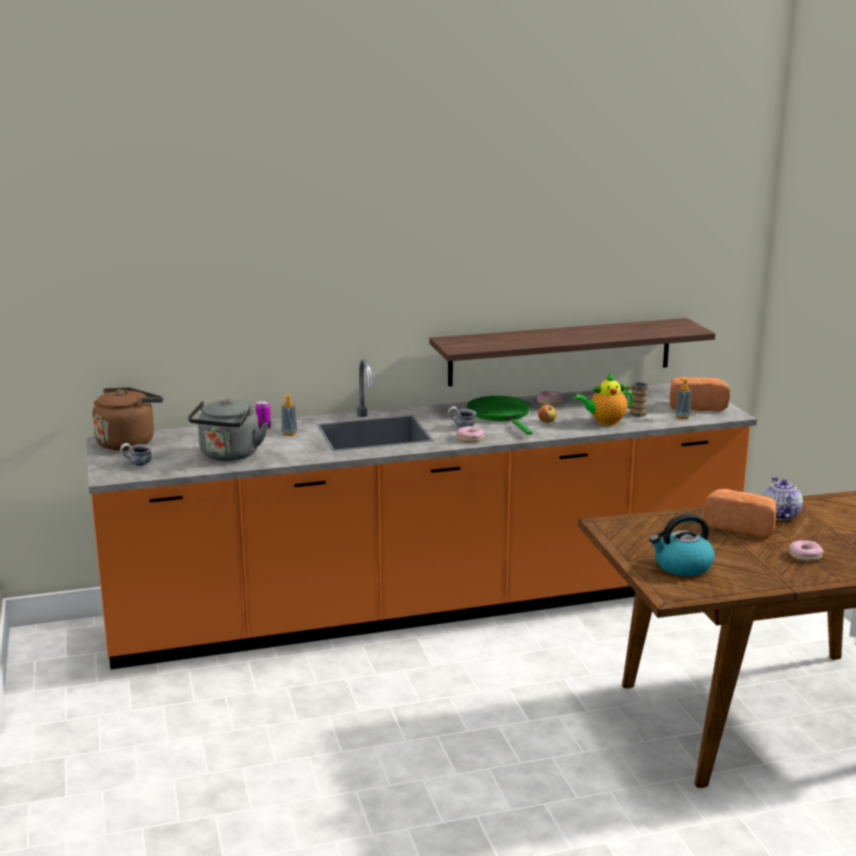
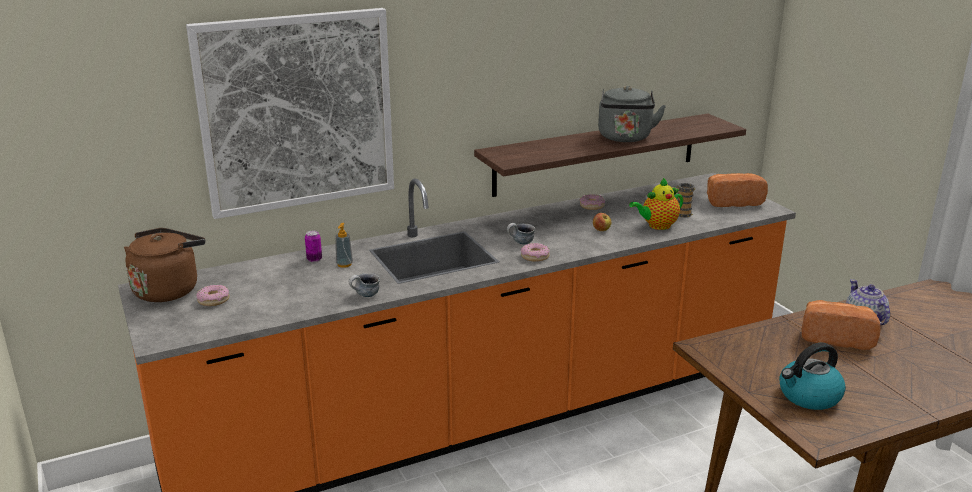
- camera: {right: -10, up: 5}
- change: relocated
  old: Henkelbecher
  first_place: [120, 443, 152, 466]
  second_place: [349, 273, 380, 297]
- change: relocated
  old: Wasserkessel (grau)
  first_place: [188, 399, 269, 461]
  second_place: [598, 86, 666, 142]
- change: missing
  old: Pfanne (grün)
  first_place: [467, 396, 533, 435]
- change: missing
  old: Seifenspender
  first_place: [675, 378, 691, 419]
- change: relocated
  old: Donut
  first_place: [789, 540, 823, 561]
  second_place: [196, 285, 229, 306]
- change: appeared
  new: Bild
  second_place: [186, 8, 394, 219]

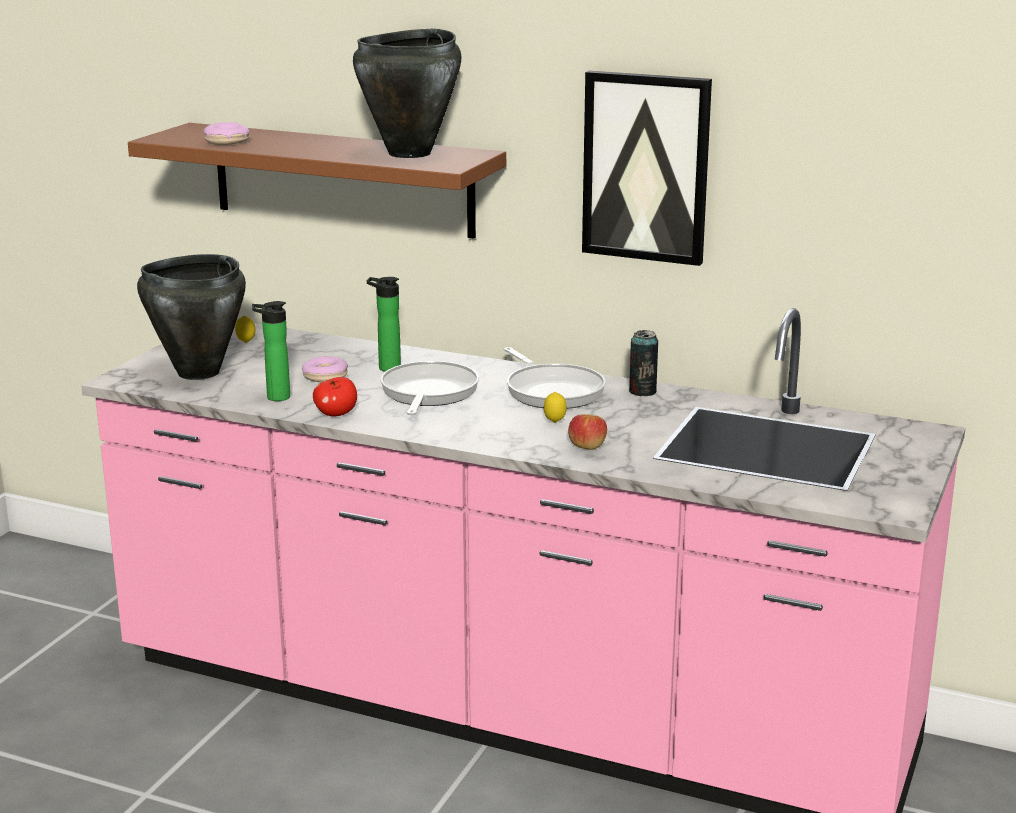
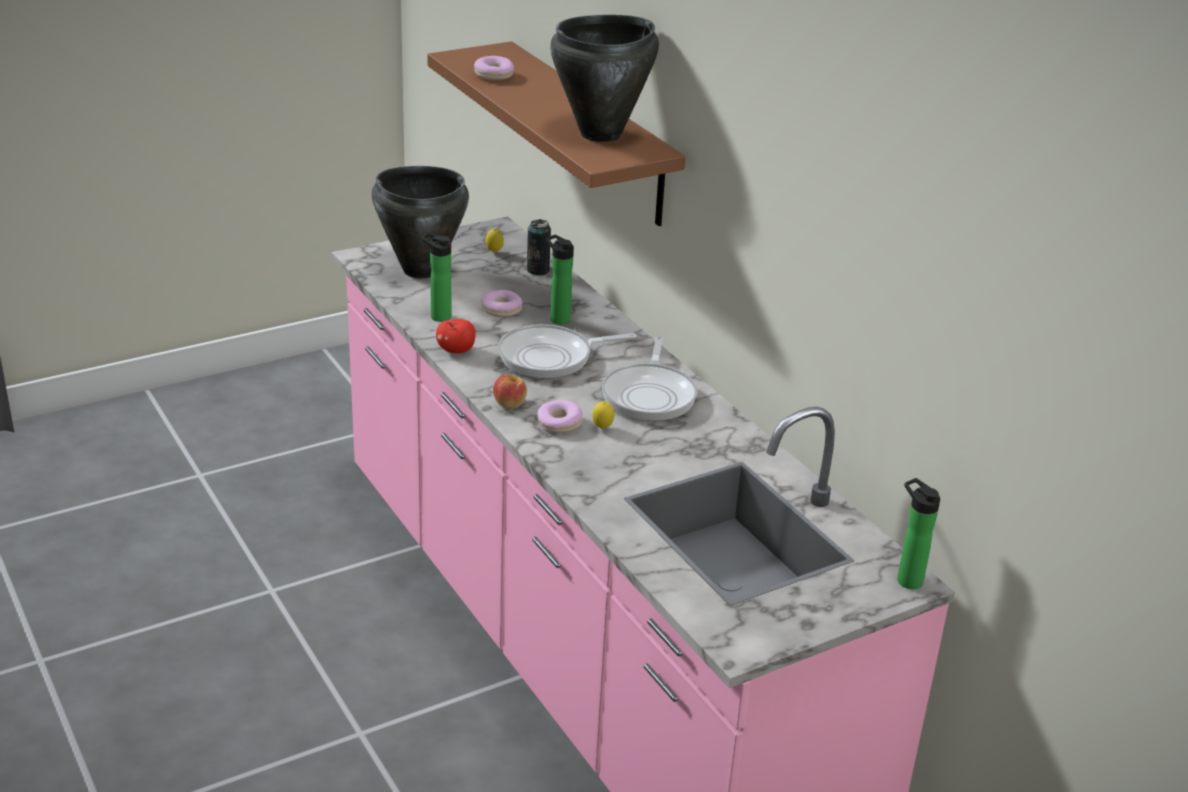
- camera: {right: 35, up: 10}
- change: spun
  old: Pfanne
  first_place: [381, 361, 479, 415]
  second_place: [498, 324, 637, 379]
  degrees: -150
- change: relocated
  old: Apfel
  first_place: [568, 414, 607, 450]
  second_place: [493, 375, 527, 409]
- change: missing
  old: Bild
  first_place: [582, 71, 712, 266]
- change: relocated
  old: Dose
  first_place: [629, 330, 658, 396]
  second_place: [527, 219, 551, 275]
- change: appeared
  new: Donut
  second_place: [537, 400, 583, 433]
- change: appeared
  new: Flasche
  second_place: [897, 478, 940, 589]

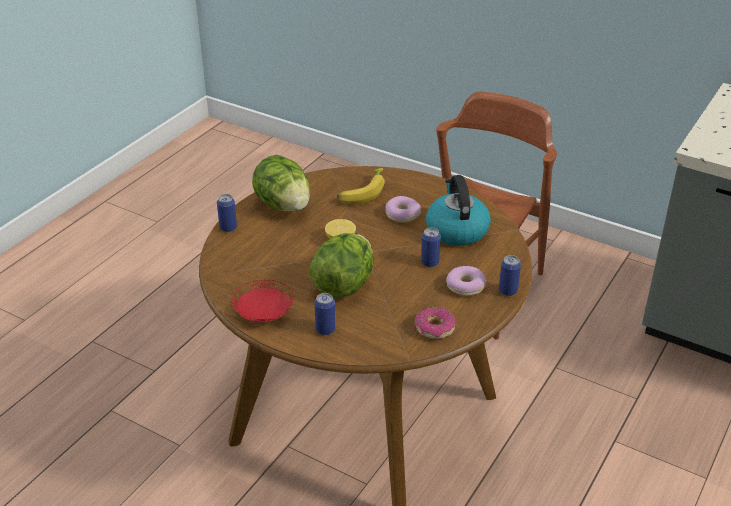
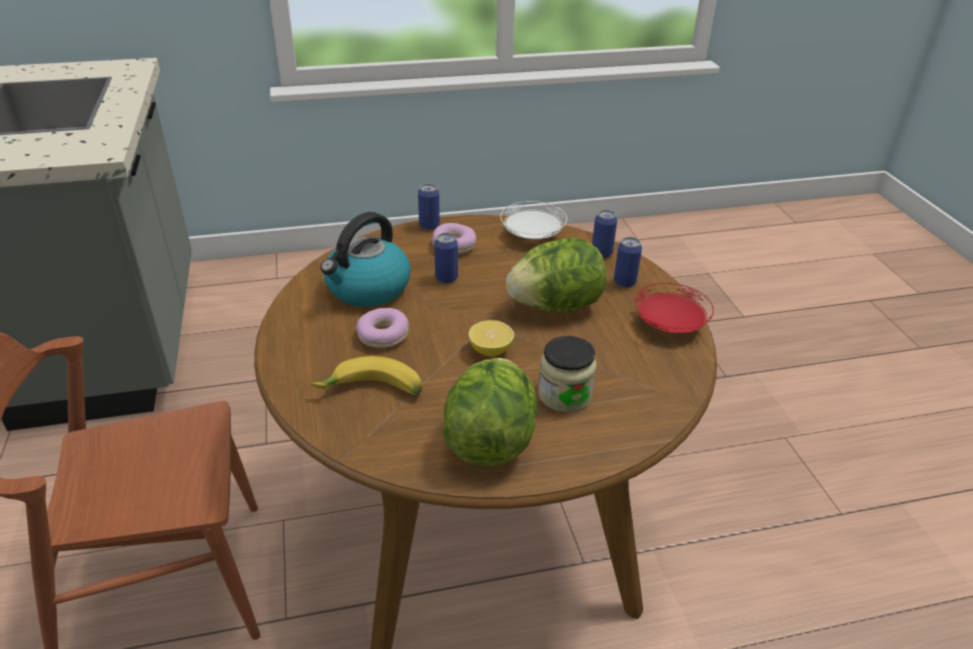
- camera: {right: -135, up: 0}
- change: relocated
  old: Dose
  first_place: [217, 194, 237, 232]
  second_place: [592, 210, 617, 258]
- change: exchanged
  old: Donut
  new: Teller (weiß)
  first_place: [414, 307, 455, 339]
  second_place: [500, 201, 567, 239]
- change: appeared
  new: Vorratsglas
  second_place: [538, 336, 597, 412]

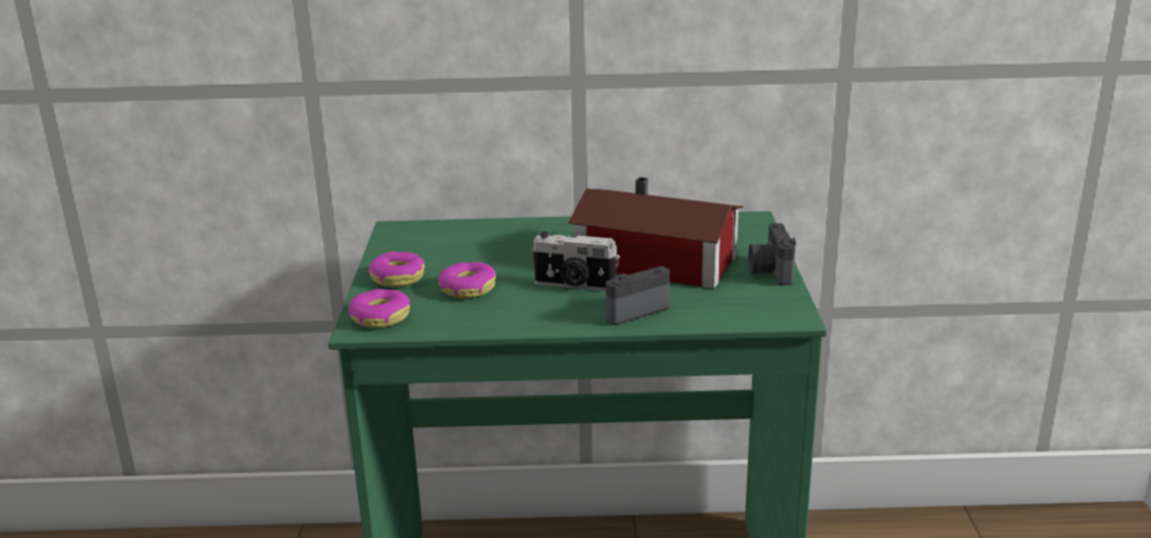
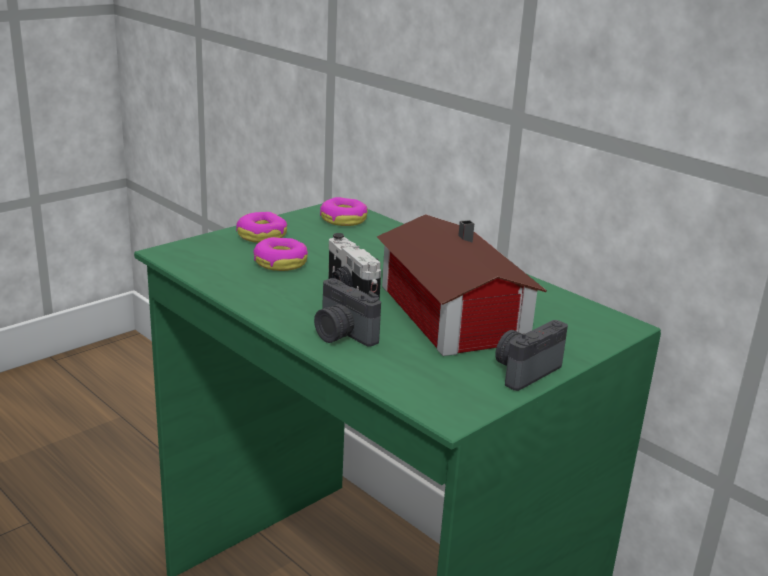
- camera: {right: 45, up: 0}
- change: relocated
  old: Donut
  first_place: [349, 289, 410, 328]
  second_place: [320, 197, 368, 226]
- change: spun
  old: Kamera
  first_place: [606, 266, 670, 325]
  second_place: [314, 278, 381, 347]
  degrees: -150

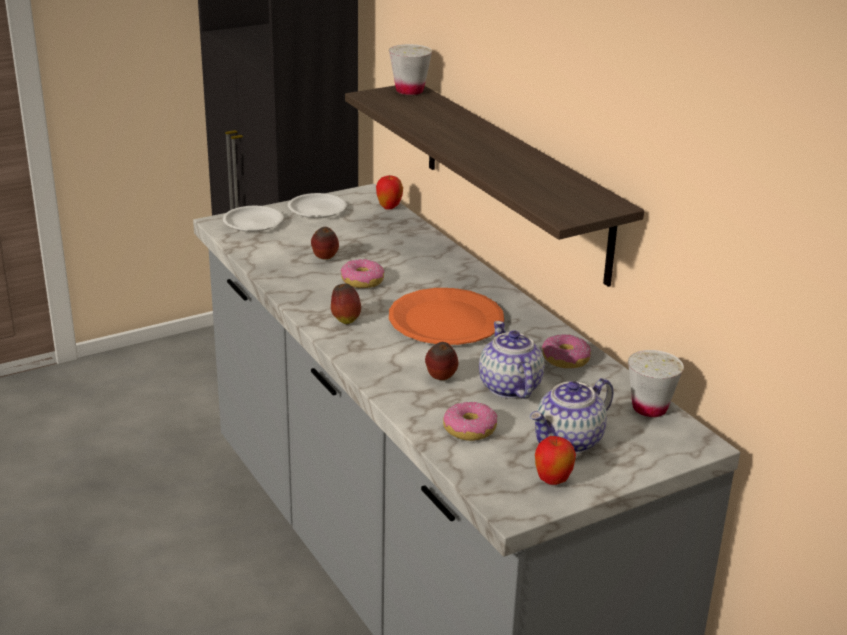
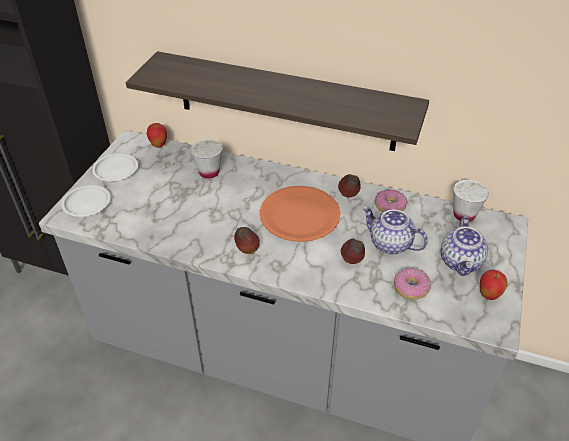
- camera: {right: -40, up: 15}
- change: relocated
  old: Apfel
  first_place: [311, 227, 339, 260]
  second_place: [338, 174, 361, 197]
- change: missing
  old: Donut
  first_place: [340, 259, 384, 288]
- change: relocated
  old: Tasse (weiß)
  first_place: [389, 44, 432, 95]
  second_place: [191, 139, 223, 179]

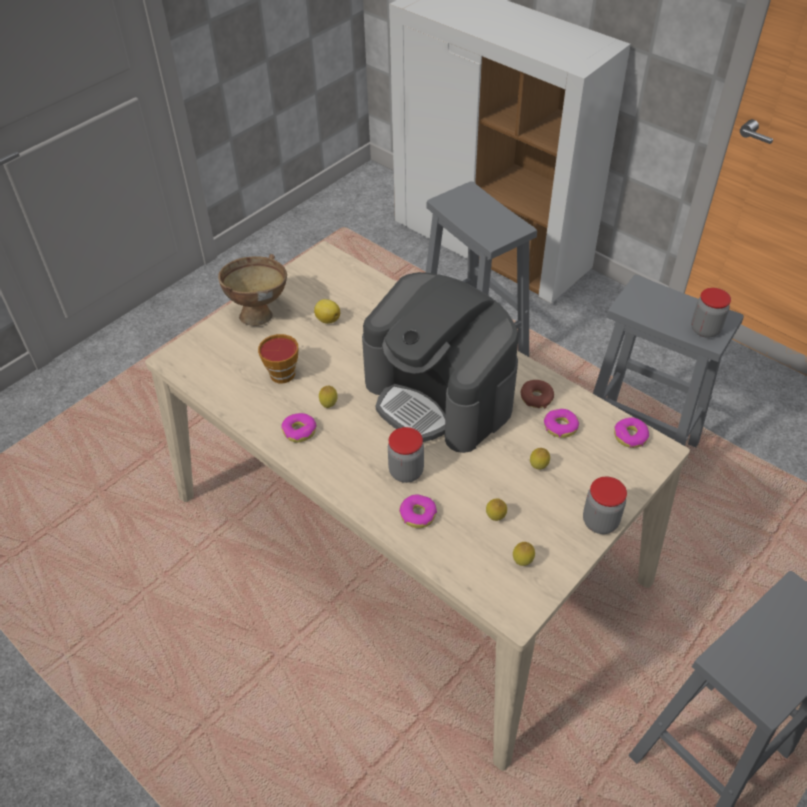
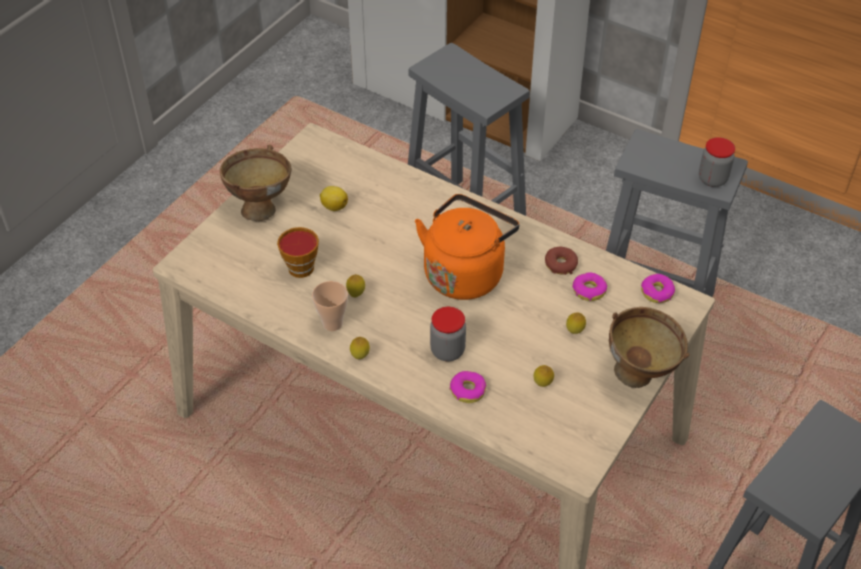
- camera: {right: -10, up: 0}
- change: exchanged
  old: Donut
  new: Tasse
  first_place: [281, 413, 317, 442]
  second_place: [312, 281, 348, 331]
- change: exchanged
  old: Kaffeemaschine
  new: Wasserkessel (orange)
  first_place: [362, 272, 519, 453]
  second_place: [415, 194, 519, 300]
- change: relocated
  old: Zitrone
  first_place: [513, 542, 535, 566]
  second_place: [350, 337, 370, 359]
- change: exchanged
  old: Vorratsglas
  new: Schüssel (braun)
  first_place: [583, 477, 627, 534]
  second_place: [609, 307, 689, 388]

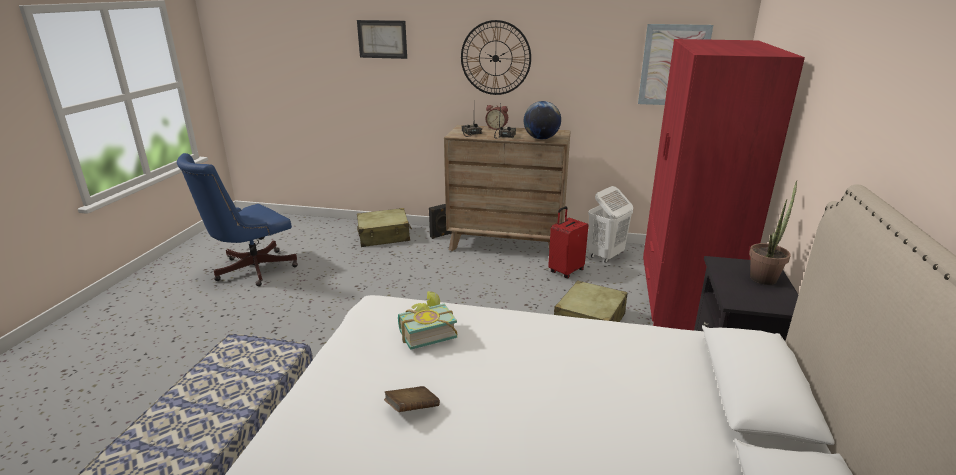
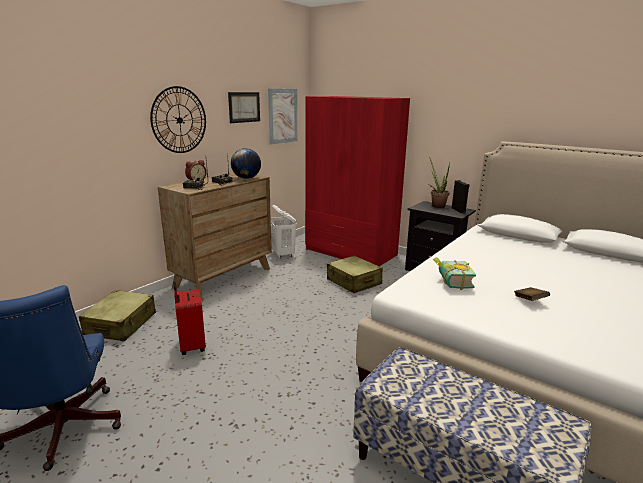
- camera: {right: -65, up: -5}
- change: relocated
  old: Bild
  first_place: [357, 20, 407, 59]
  second_place: [228, 92, 260, 123]
- change: relocated
  old: Lautsprecher (schwarz)
  first_place: [429, 204, 452, 239]
  second_place: [452, 180, 470, 213]
- change: relocated
  old: Koffer (rot)
  first_place: [548, 206, 588, 279]
  second_place: [174, 282, 206, 355]

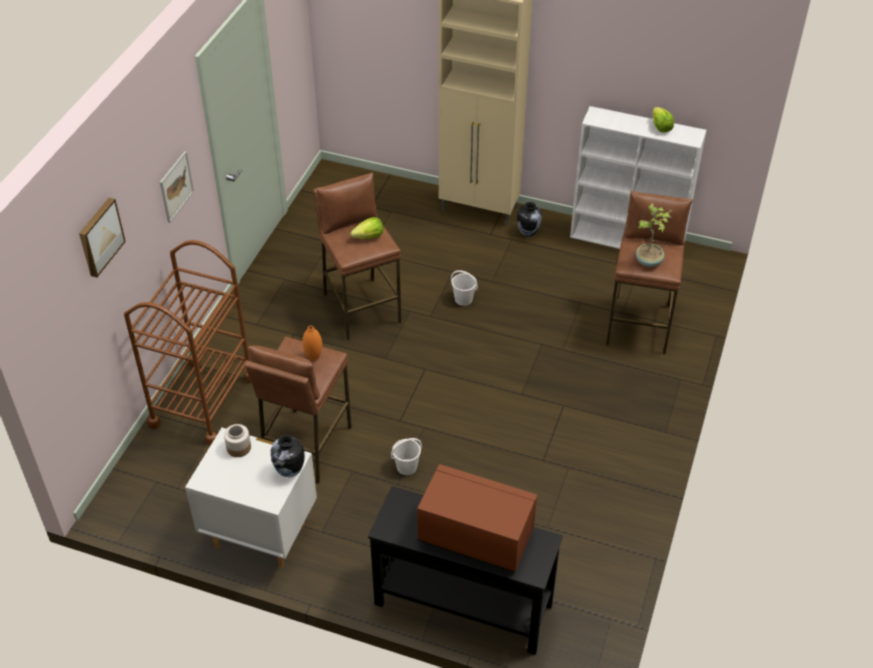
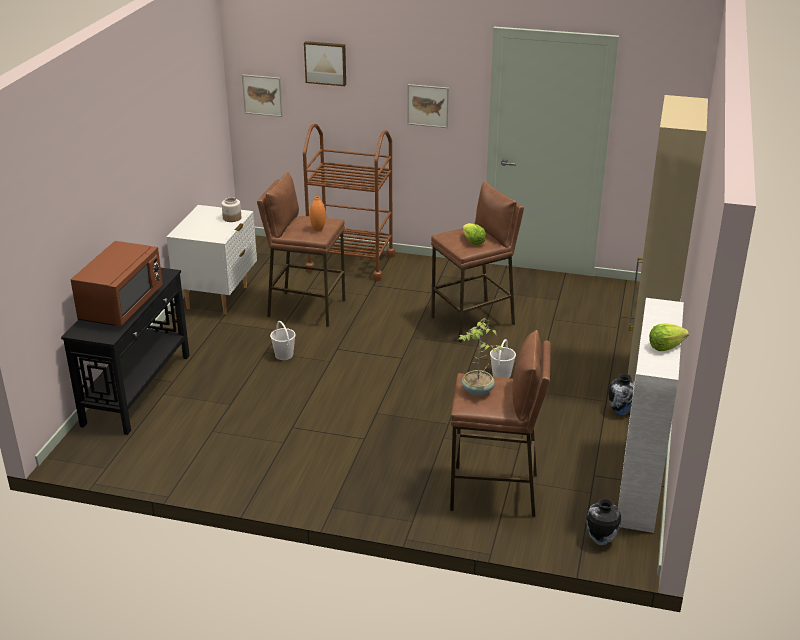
- camera: {right: 85, up: -15}
- change: relocated
  old: Vase
  first_place: [271, 435, 305, 477]
  second_place: [587, 498, 621, 545]
- change: appeared
  new: Bild
  second_place: [242, 74, 283, 117]

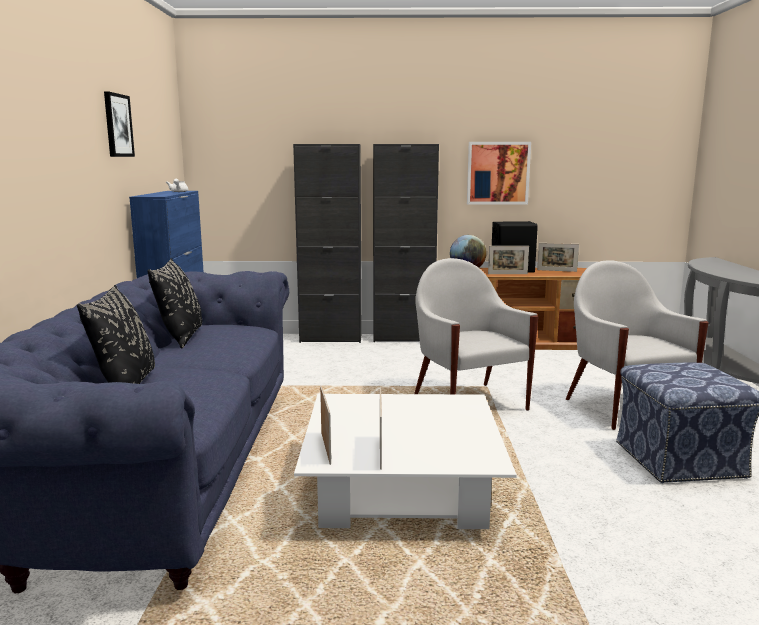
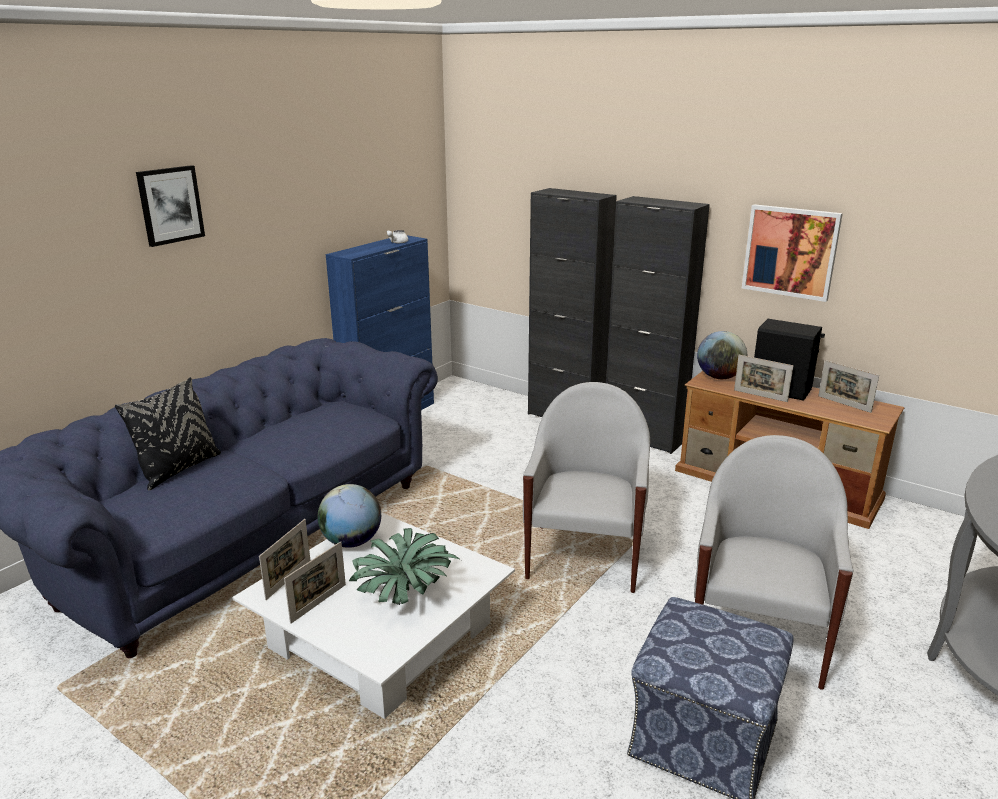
- camera: {right: 35, up: 10}
- change: relocated
  old: Bild
  first_place: [104, 91, 135, 157]
  second_place: [136, 165, 205, 247]
- change: missing
  old: Kissen (schwarz)
  first_place: [147, 258, 202, 348]
- change: appeared
  new: Globus
  second_place: [318, 484, 381, 548]
- change: appeared
  new: Topfpflanze
  second_place: [349, 528, 461, 605]

